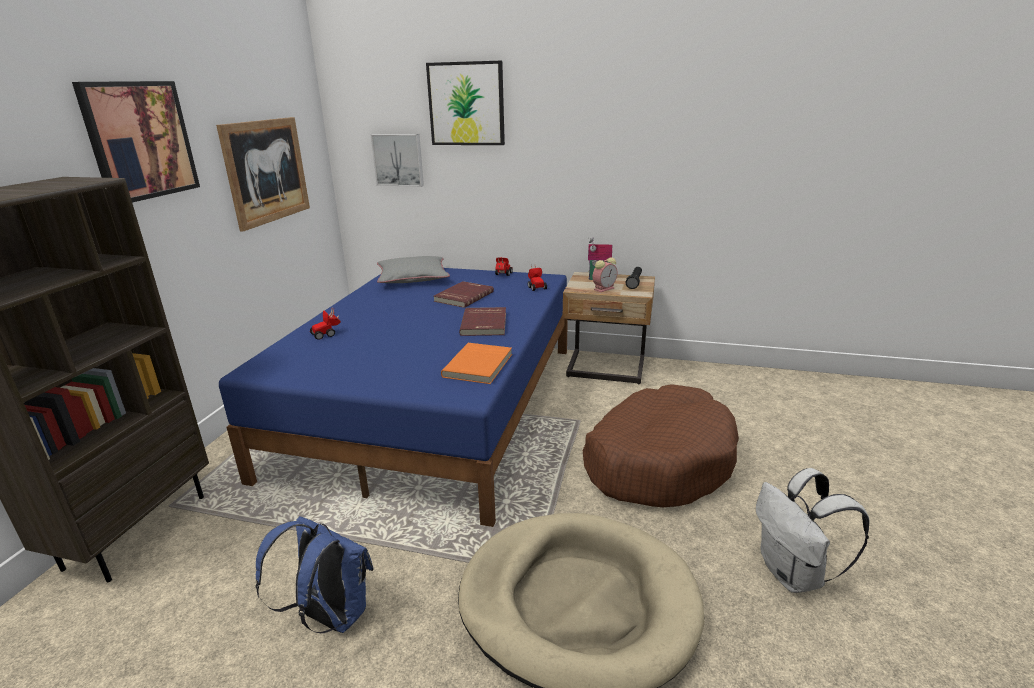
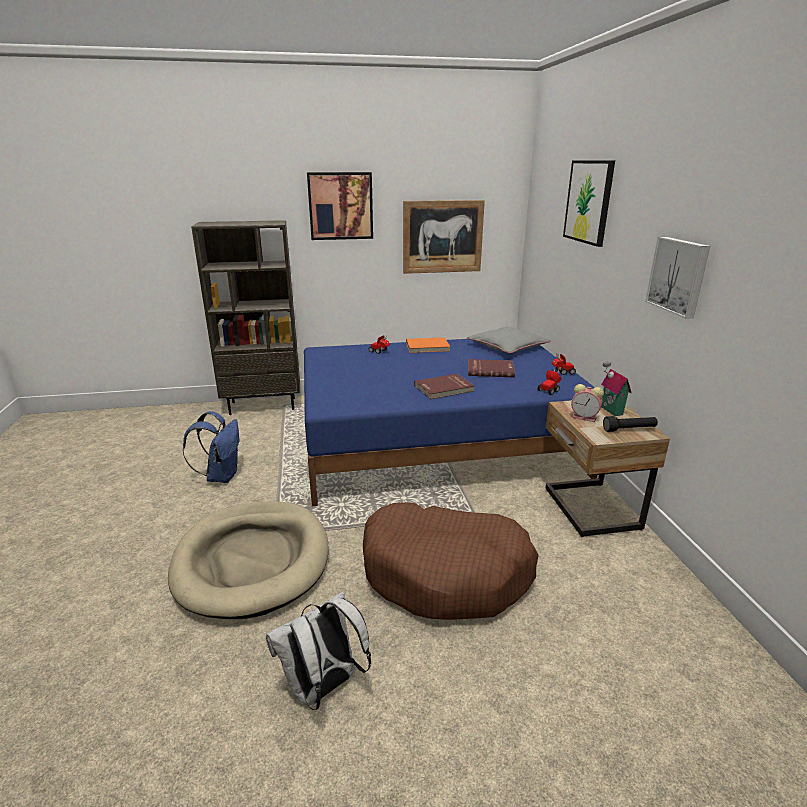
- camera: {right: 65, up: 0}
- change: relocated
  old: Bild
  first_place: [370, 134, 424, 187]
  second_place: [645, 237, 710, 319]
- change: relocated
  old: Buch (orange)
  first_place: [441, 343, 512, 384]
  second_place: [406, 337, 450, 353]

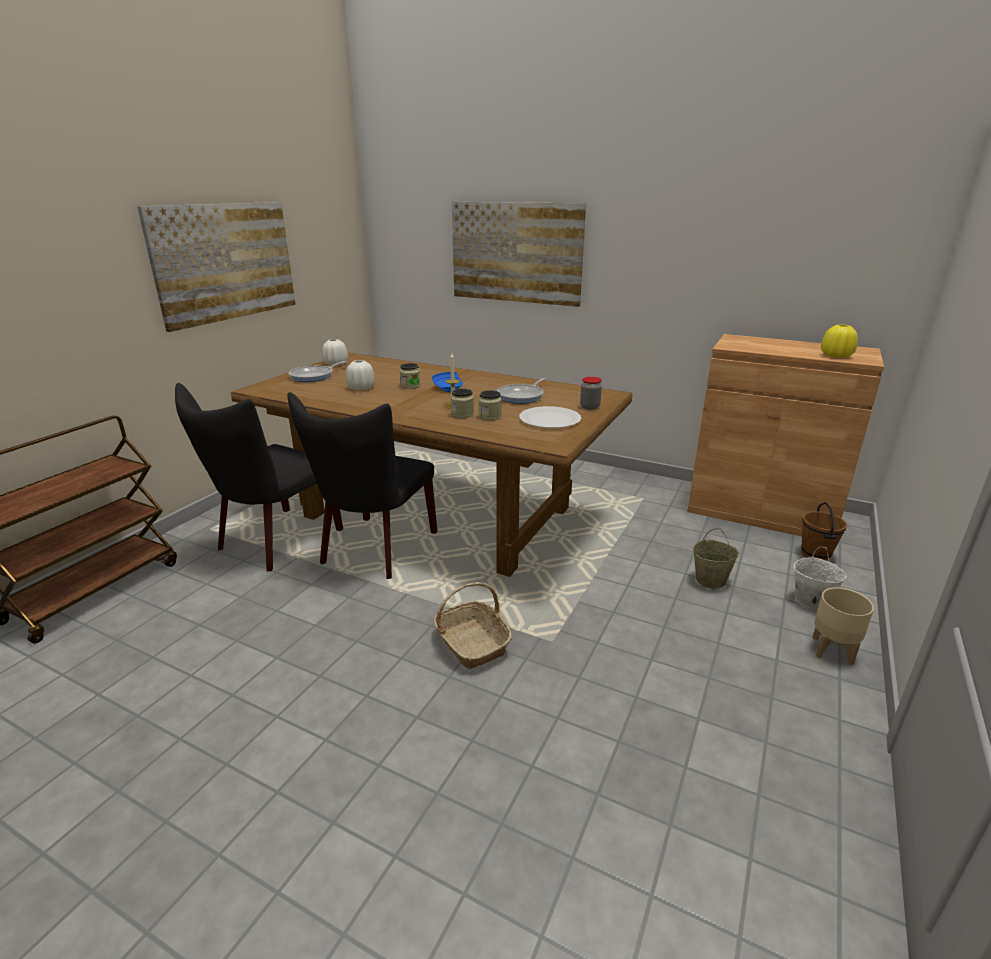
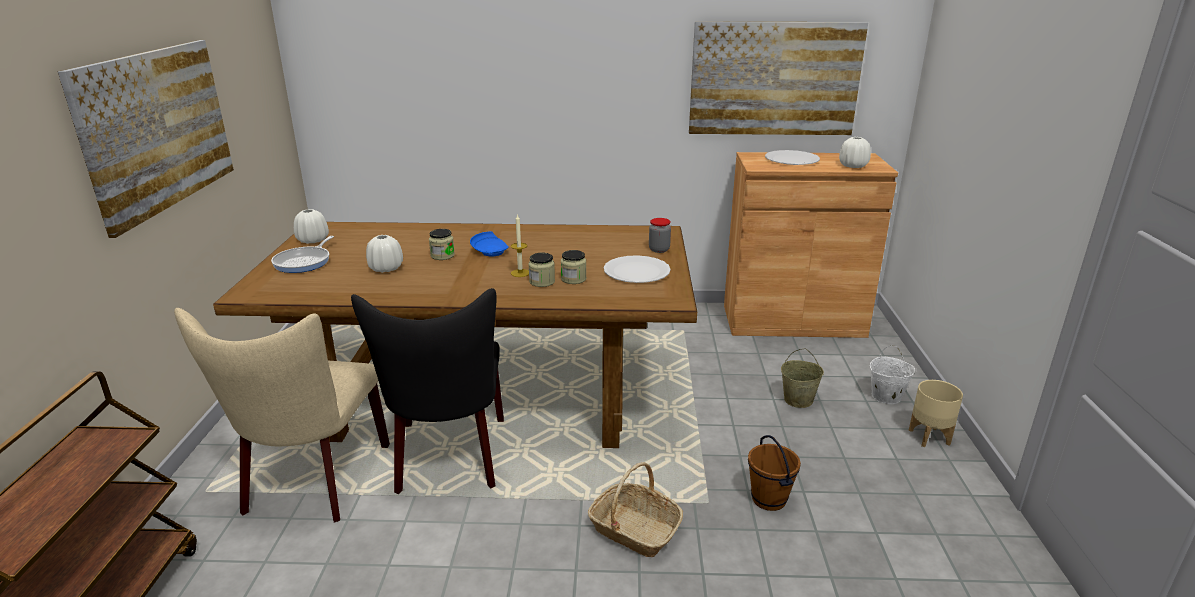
- camera: {right: -25, up: 0}
- change: colour
  old: Stuhl (schwarz)
  new: Stuhl (beige)
  first_place: [175, 383, 343, 571]
  second_place: [174, 308, 390, 523]
- change: relocated
  old: Bild
  first_place: [452, 202, 586, 307]
  second_place: [689, 22, 868, 135]
- change: missing
  old: Pfanne
  first_place: [497, 378, 545, 404]
- change: relocated
  old: Eimer (braun)
  first_place: [801, 502, 847, 561]
  second_place: [748, 435, 801, 511]
- change: colour
  old: Vase (gelb)
  new: Vase (weiß)
  first_place: [821, 324, 858, 358]
  second_place: [839, 137, 871, 168]
- change: appeared
  new: Teller (weiß)
  second_place: [765, 150, 820, 165]

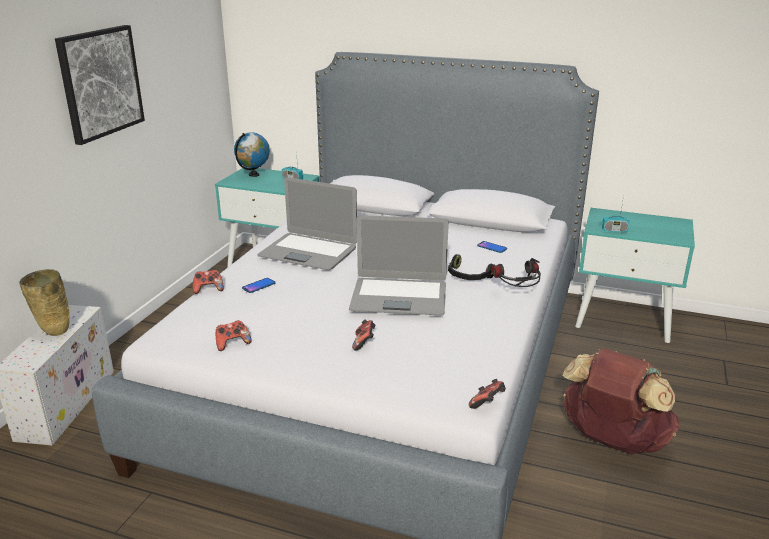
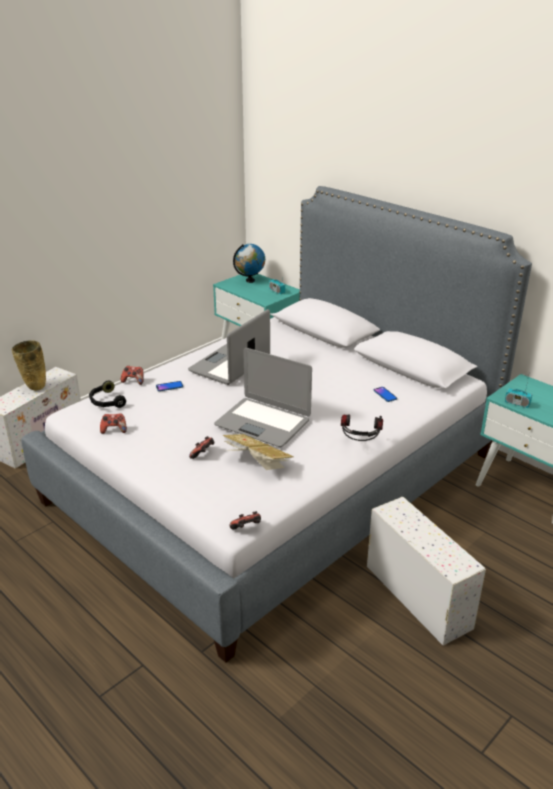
- camera: {right: 25, up: 5}
- change: missing
  old: Bild
  first_place: [55, 25, 145, 145]
- change: spun
  old: Laptop
  first_place: [258, 177, 357, 270]
  second_place: [188, 309, 270, 385]
  degrees: 75
- change: relocated
  old: Kopfhörer (schwarz)
  first_place: [448, 254, 494, 280]
  second_place: [89, 380, 126, 408]
- change: exchanged
  old: Rucksack (braun)
  new: Aufbewahrungsbox (weiß)
  first_place: [563, 349, 679, 454]
  second_place: [367, 497, 486, 646]
- change: appeared
  new: Buch
  second_place: [223, 434, 294, 470]

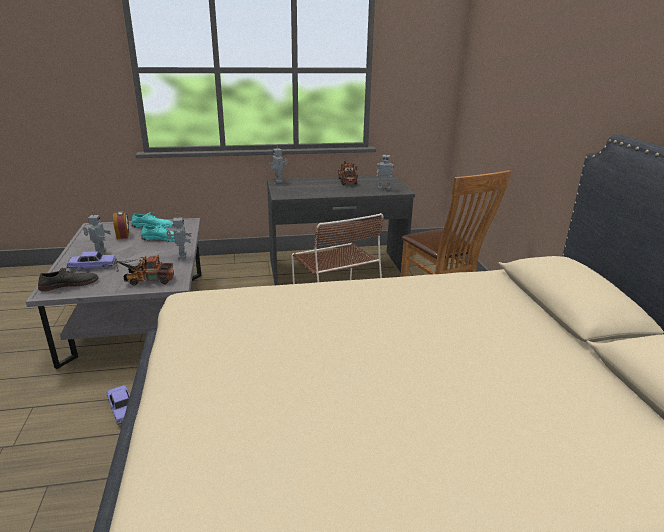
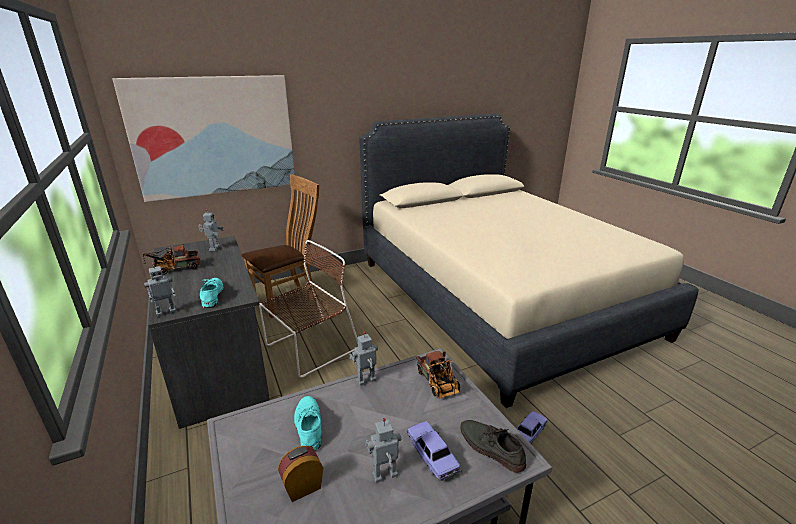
- camera: {right: -105, up: 0}
- change: relocated
  old: Schuh (türkis)
  first_place: [131, 212, 174, 228]
  second_place: [200, 278, 224, 308]
- change: appeared
  new: Bild
  second_place: [112, 75, 295, 202]

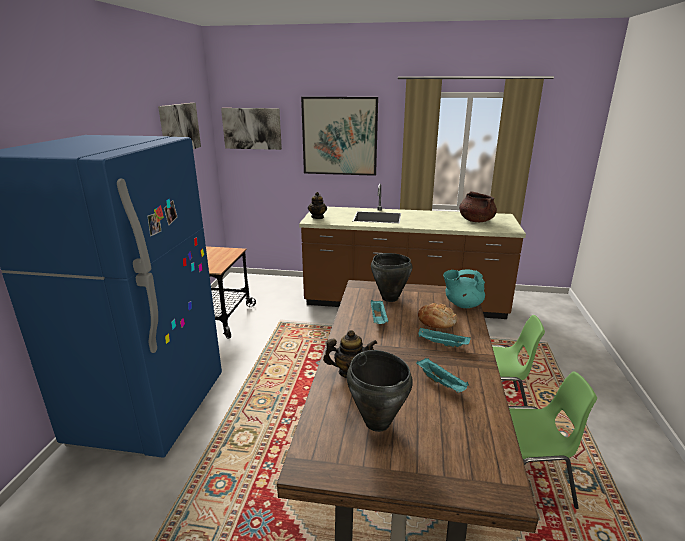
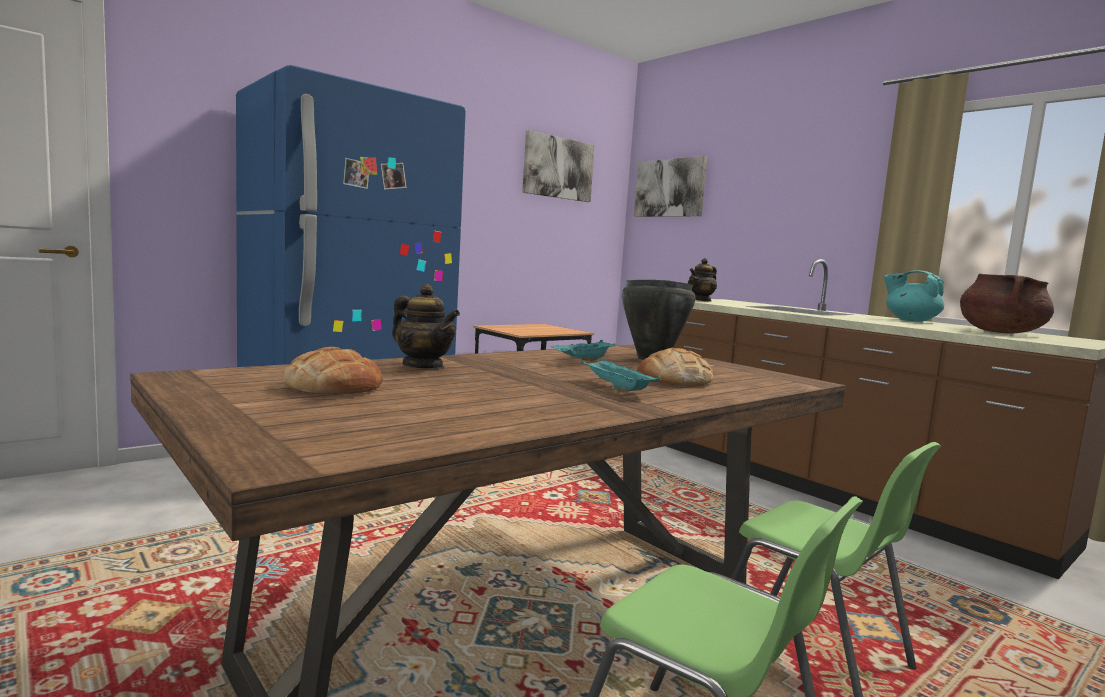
- camera: {right: 40, up: -15}
- change: missing
  old: Bild
  first_place: [301, 97, 378, 176]
- change: exchanged
  old: Kochtopf (schwarz)
  new: Brot
  first_place: [347, 350, 413, 432]
  second_place: [283, 347, 383, 394]
- change: missing
  old: Tablett (türkis)
  first_place: [416, 358, 469, 393]
- change: relocated
  old: Teekanne (türkis)
  first_place: [443, 270, 485, 308]
  second_place: [884, 270, 944, 322]

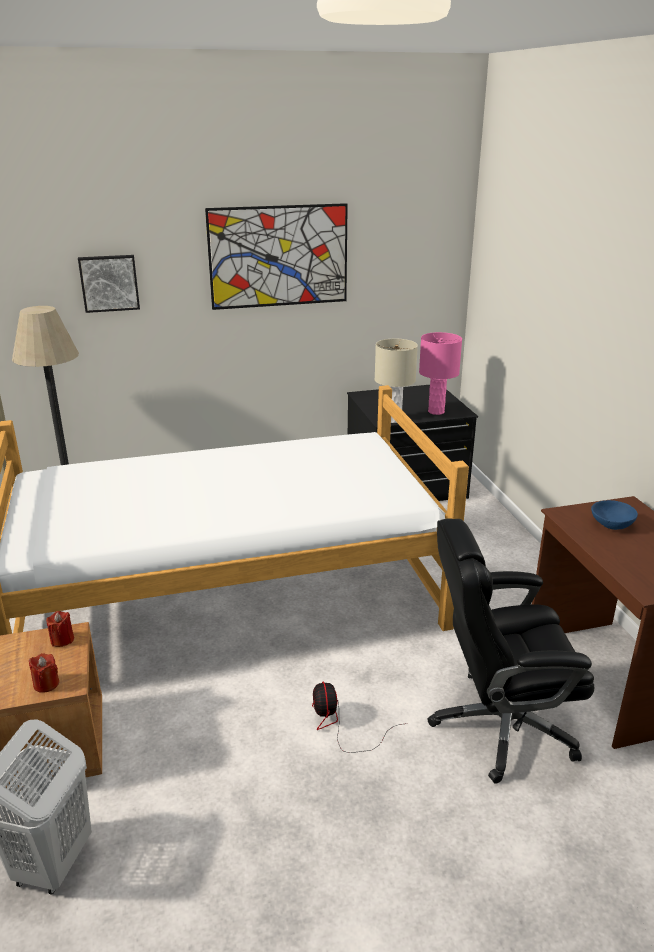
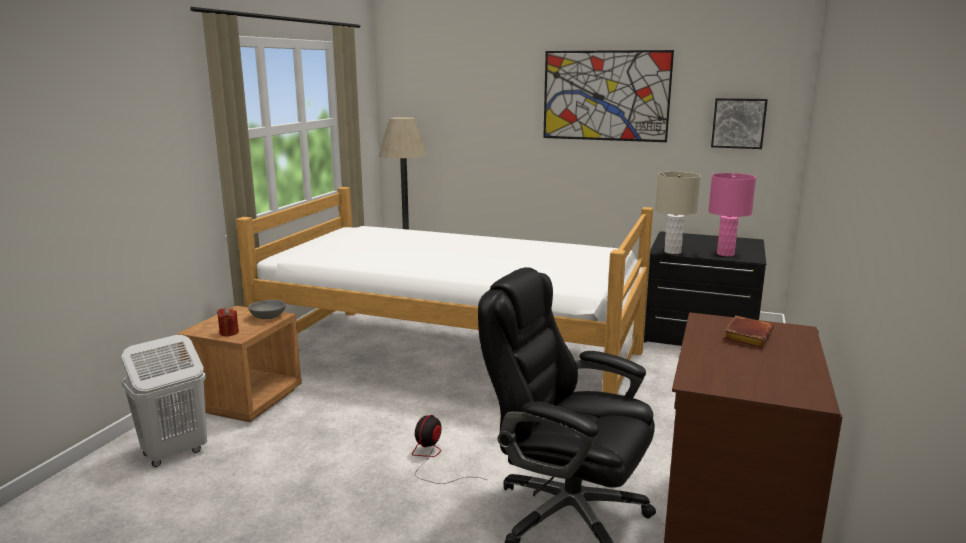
- camera: {right: 35, up: -10}
- change: exchanged
  old: Kerze (rot)
  new: Schüssel (grau)
  first_place: [46, 611, 74, 647]
  second_place: [248, 300, 286, 319]
- change: relocated
  old: Bild
  first_place: [78, 255, 140, 313]
  second_place: [711, 98, 768, 149]
- change: exchanged
  old: Schüssel (blau)
  new: Buch (braun)
  first_place: [591, 500, 638, 530]
  second_place: [724, 316, 774, 348]

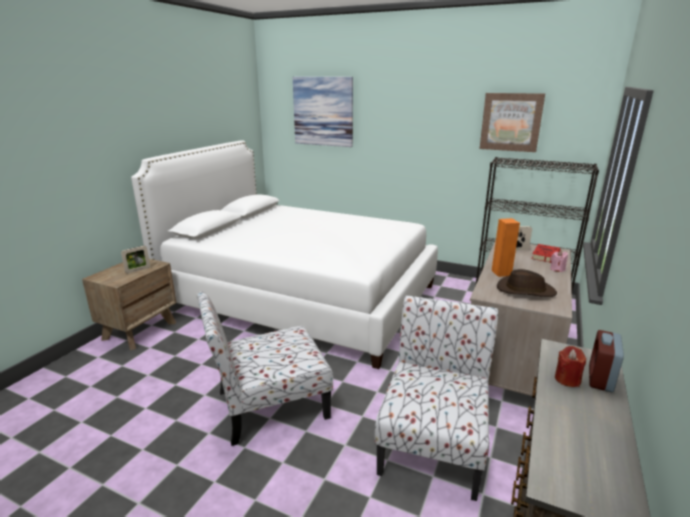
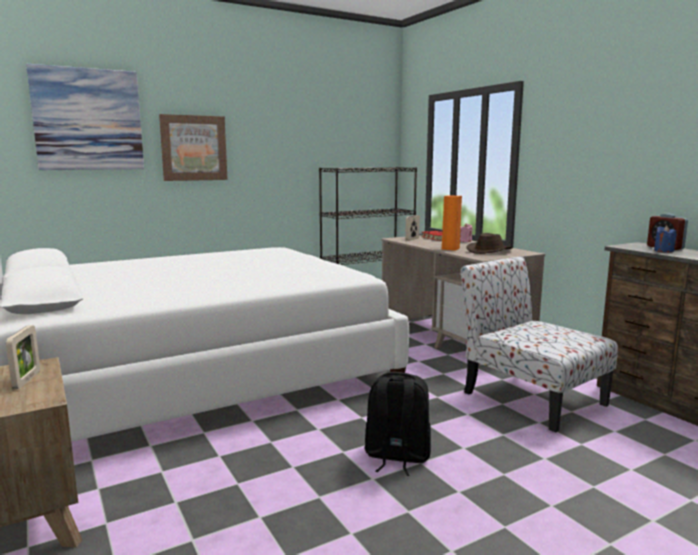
- camera: {right: -55, up: -10}
- change: exchanged
  old: Stuhl
  new: Rucksack (schwarz)
  first_place: [197, 292, 333, 446]
  second_place: [365, 372, 431, 476]
- change: relocated
  old: Bild
  first_place: [480, 93, 545, 152]
  second_place: [159, 114, 228, 181]
- change: colour
  old: Kerze (rot)
  new: Kerze (blau)
  first_place: [555, 346, 586, 387]
  second_place: [654, 226, 677, 253]

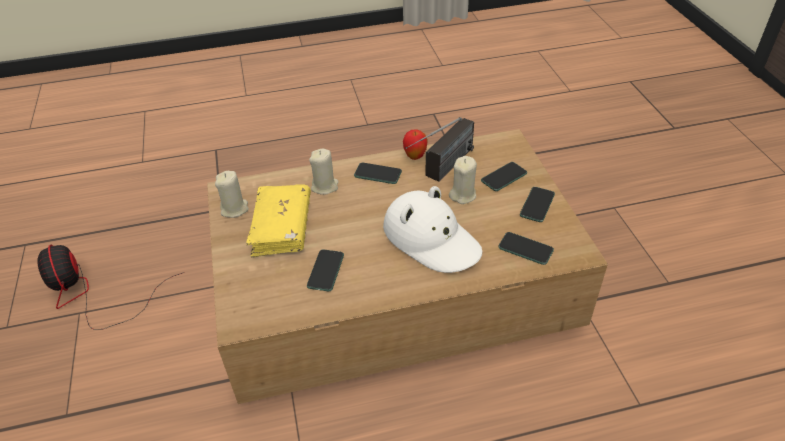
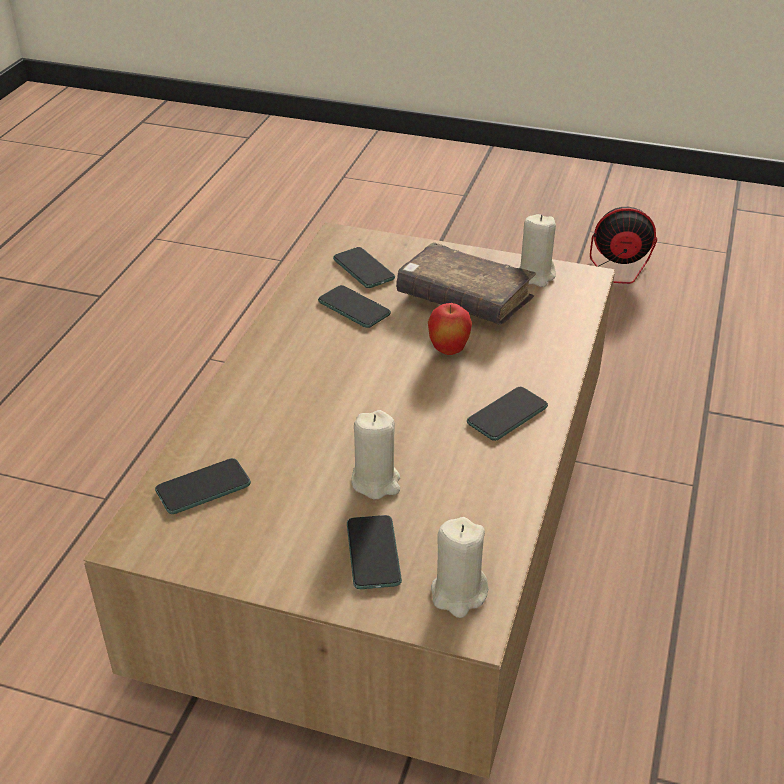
- camera: {right: 120, up: -5}
- change: colour
  old: Buch (gelb)
  new: Buch (braun)
  first_place: [246, 184, 311, 257]
  second_place: [396, 242, 536, 325]
- change: relocated
  old: Kerze (beige)
  first_place: [309, 149, 339, 195]
  second_place: [431, 517, 488, 618]
- change: missing
  old: Hut (weiß)
  first_place: [383, 186, 482, 273]
- change: relocated
  old: Apfel
  first_place: [403, 129, 428, 160]
  second_place: [428, 303, 472, 355]
- change: missing
  old: Radio
  first_place: [406, 117, 474, 182]
- change: relocated
  old: Handy
  first_place: [520, 187, 555, 222]
  second_place: [333, 247, 395, 288]

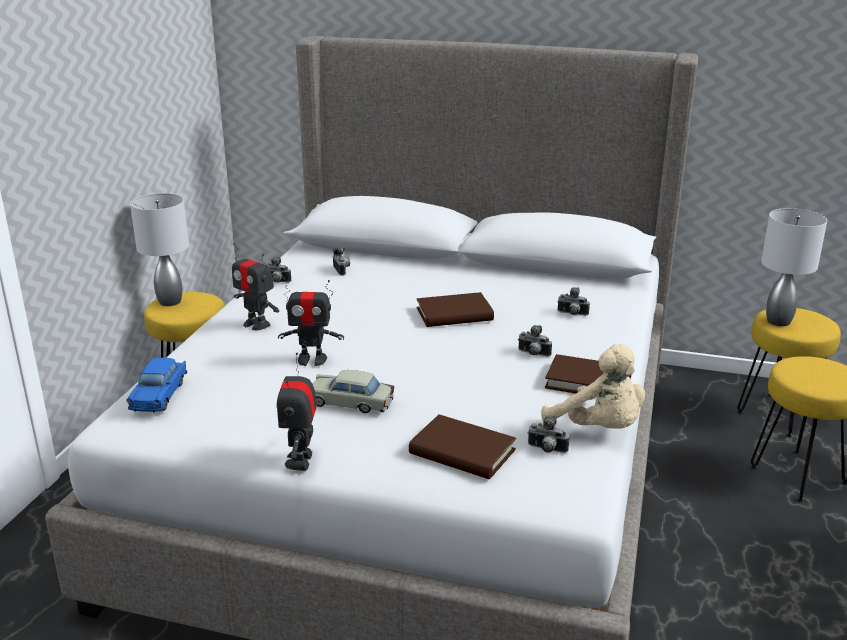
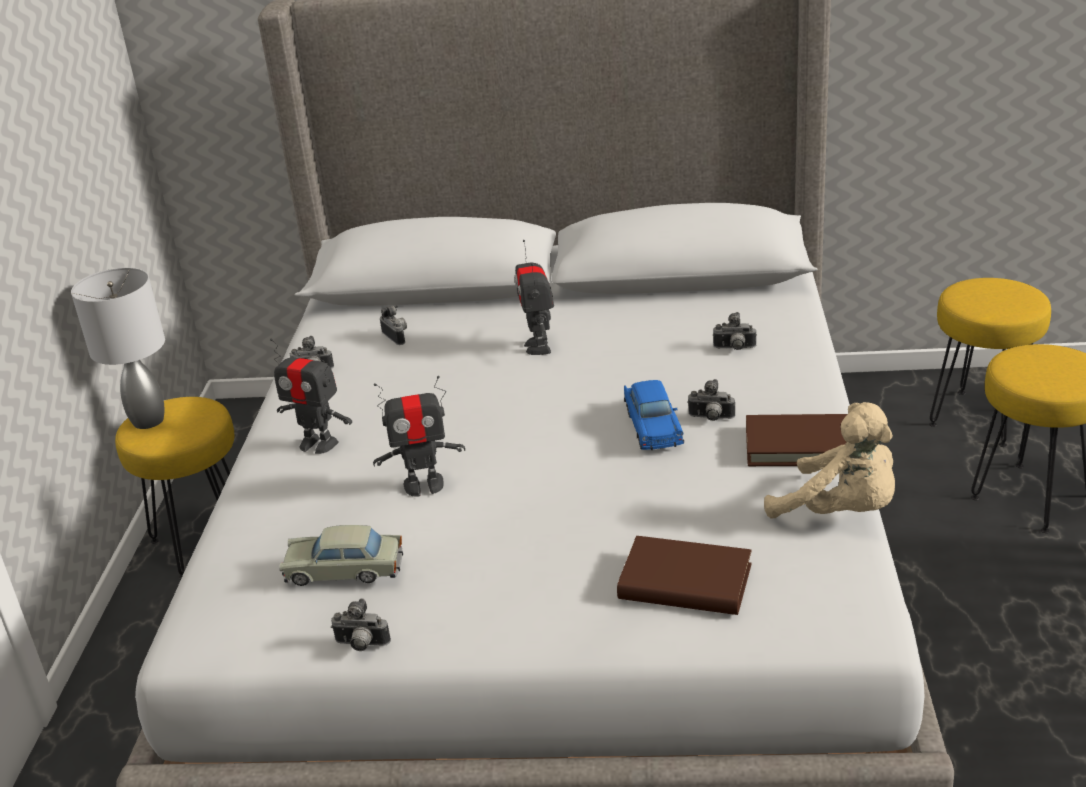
- camera: {right: -10, up: 5}
- change: relocated
  old: Spielzeugauto (blau)
  first_place: [127, 358, 187, 413]
  second_place: [624, 380, 684, 450]
- change: relocated
  old: Spielzeugroboter
  first_place: [277, 353, 317, 471]
  second_place: [514, 240, 554, 355]
- change: relocated
  old: Spielzeugauto (beige)
  first_place: [313, 370, 394, 413]
  second_place: [279, 525, 403, 586]
- change: missing
  old: Buch (braun)
  first_place: [417, 292, 494, 327]
- change: relocated
  old: Kamera
  first_place: [528, 416, 569, 453]
  second_place: [331, 598, 391, 651]
- change: missing
  old: Tischlampe (grau)
  first_place: [761, 208, 827, 326]

